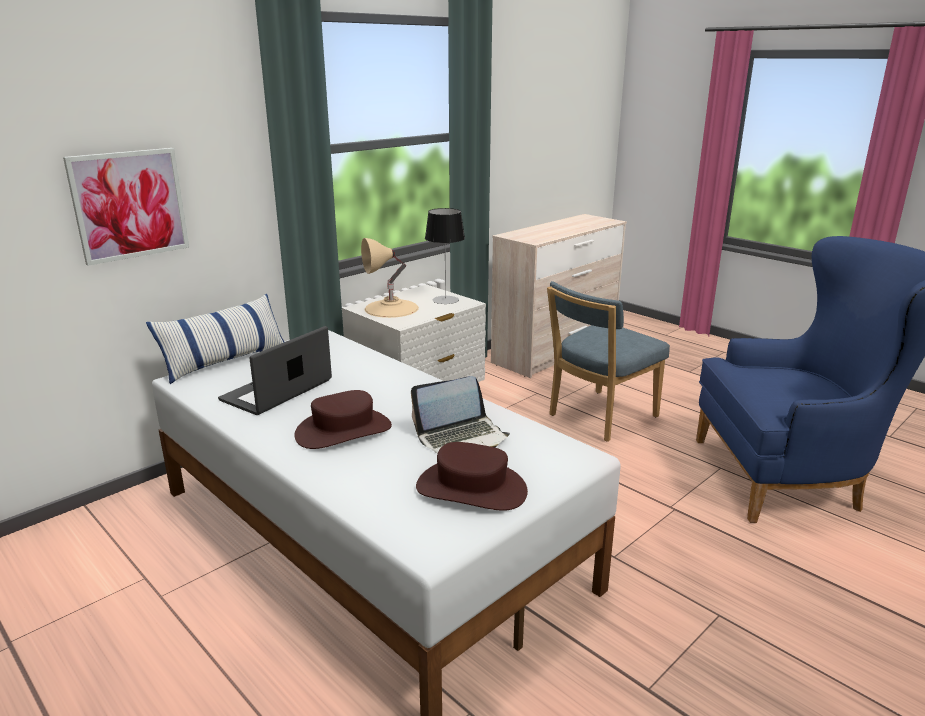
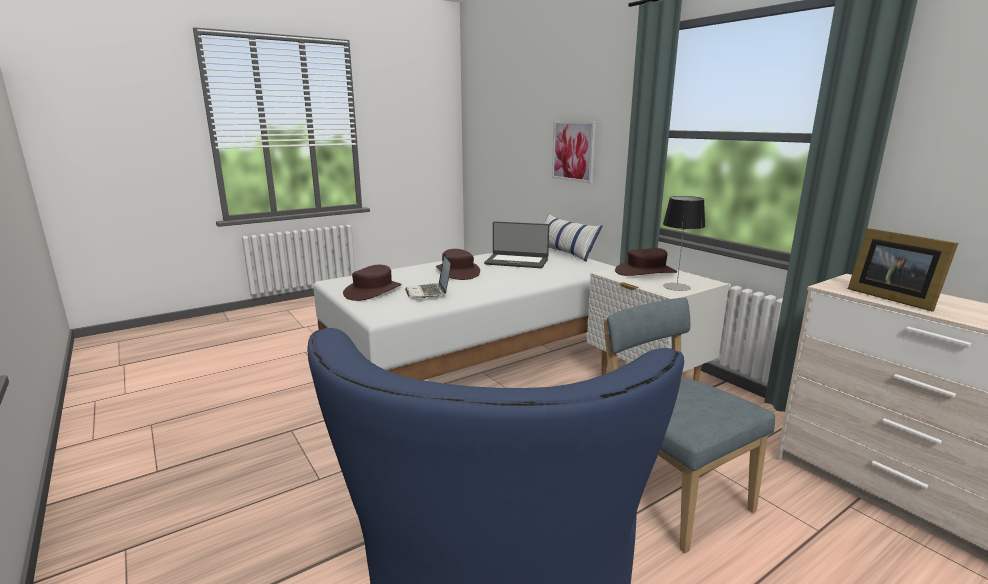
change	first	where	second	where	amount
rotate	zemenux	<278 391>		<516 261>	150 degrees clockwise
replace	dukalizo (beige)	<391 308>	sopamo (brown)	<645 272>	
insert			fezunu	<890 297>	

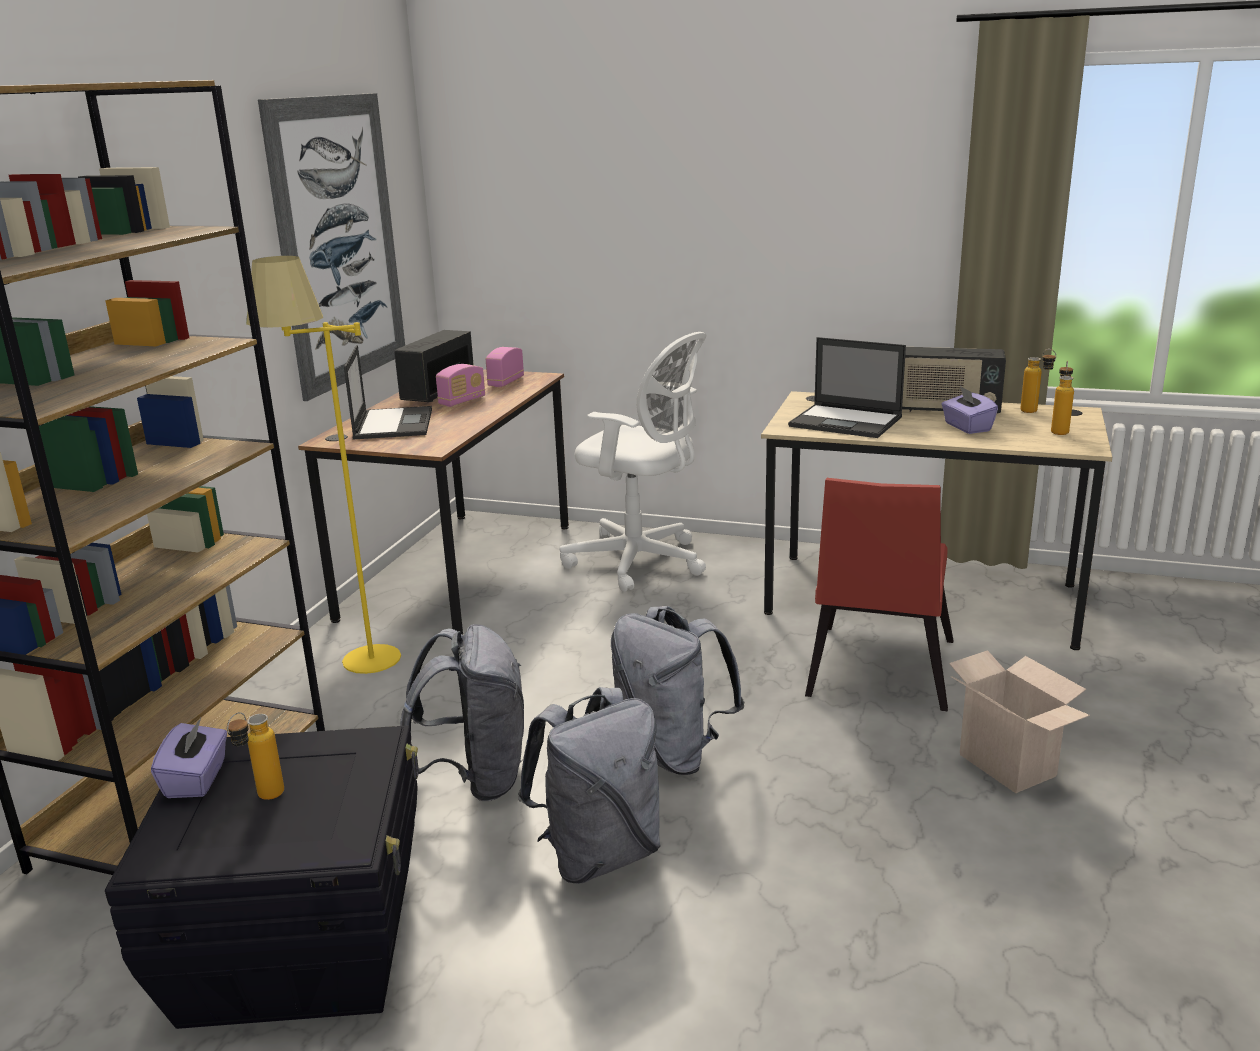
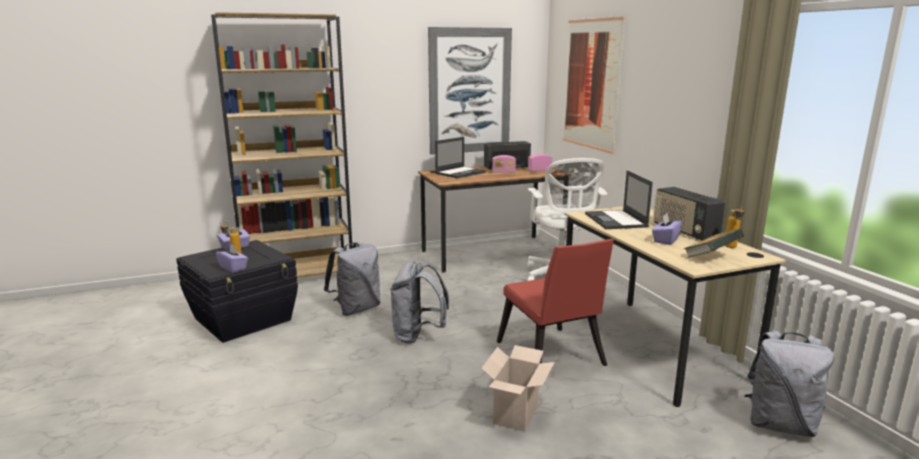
change	first	where	second	where	amount
insert			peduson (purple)	<233 268>	
rotate	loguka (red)	<877 673>		<551 357>	90 degrees counterclockwise
insert			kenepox	<591 84>	
replace	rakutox	<1059 430>	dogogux	<711 257>	
move	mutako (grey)	<599 854>		<780 424>	
delete	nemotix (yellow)	<356 672>			

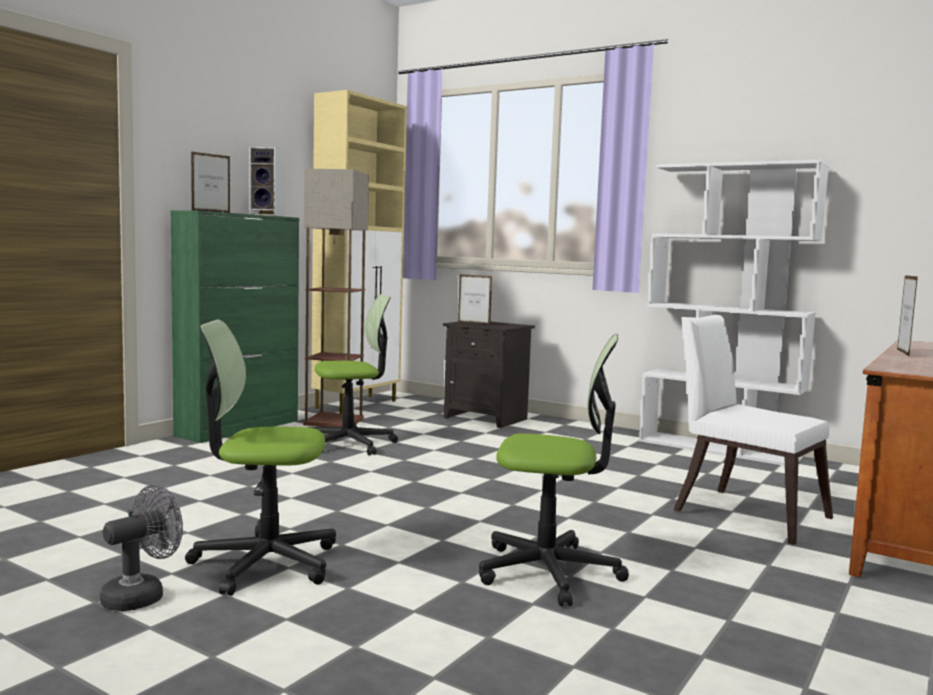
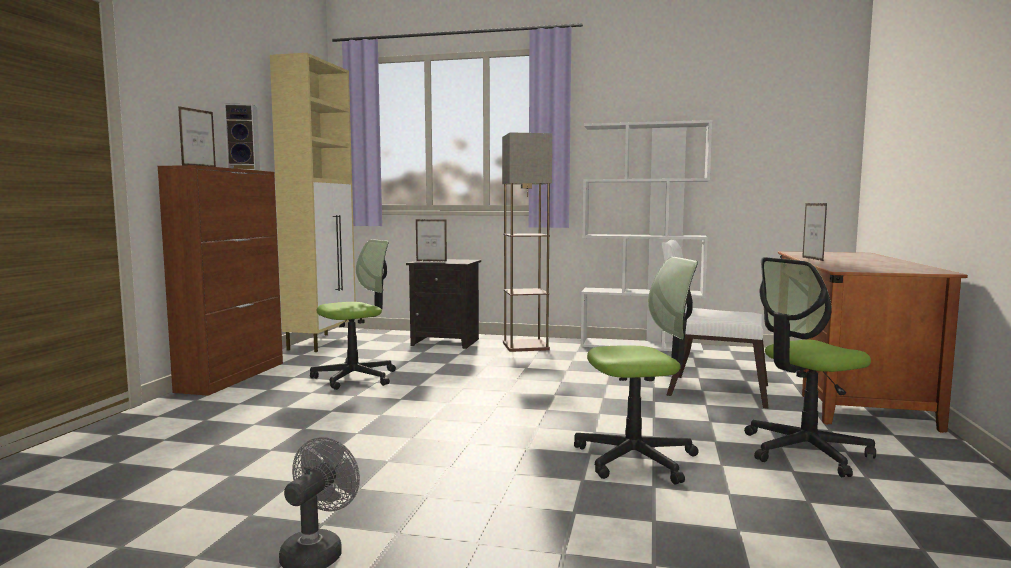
change	first	where	second	where	amount
recolor	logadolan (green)	<239 428>	logadolan (brown)	<233 376>	
move	nemotix	<334 422>		<526 346>	
move	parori	<265 563>		<805 451>	

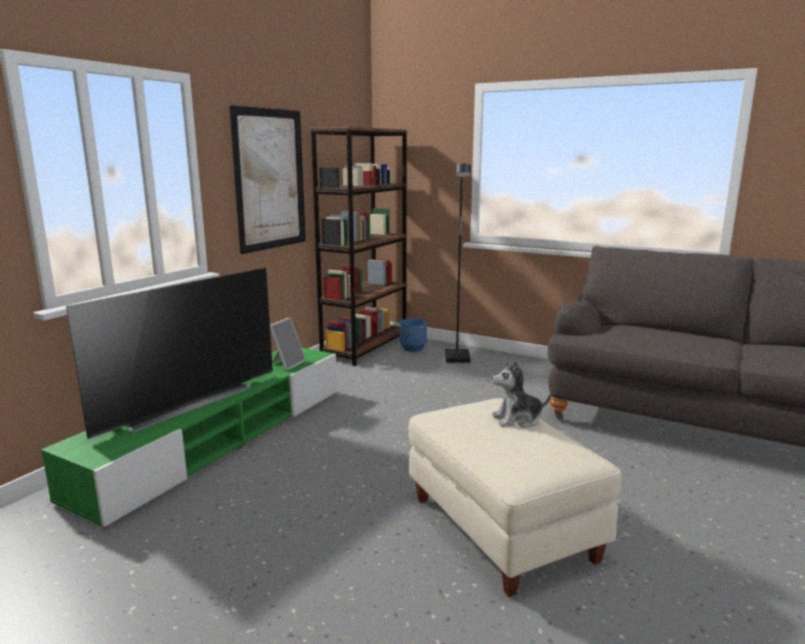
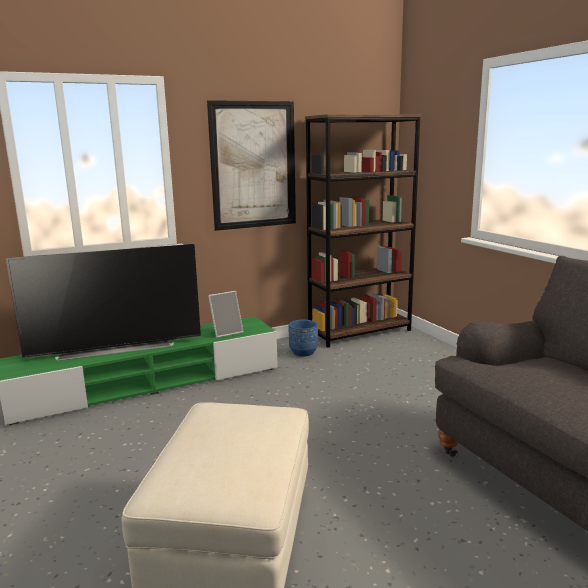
change	first	where	second	where	amount
move	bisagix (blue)	<413 348>		<303 352>	
delete	nemotix (black)	<458 358>			
delete	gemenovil	<518 419>			

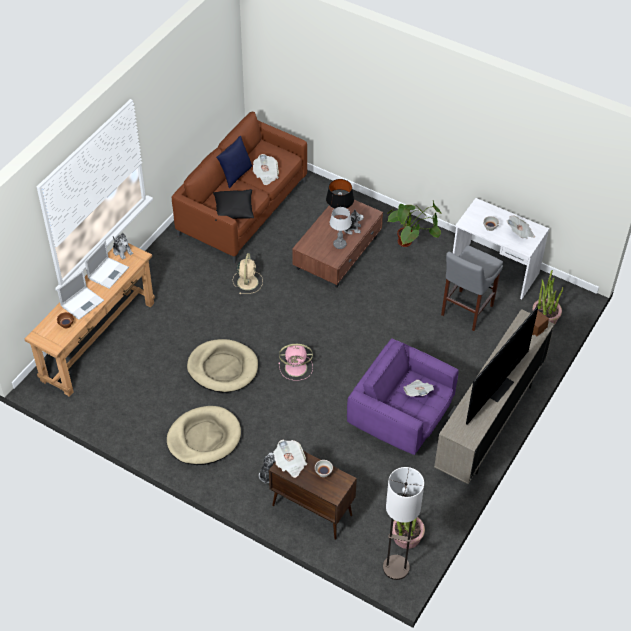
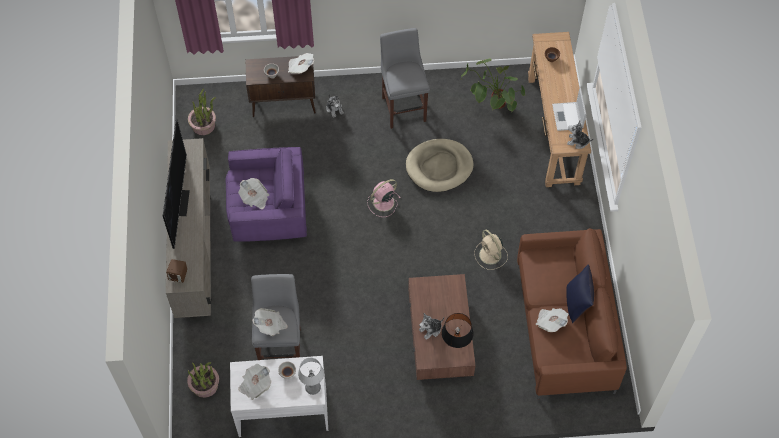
change	first	where	second	where	amount
insert			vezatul	<271 325>	
move	dukalizo	<339 244>		<313 387>	
replace	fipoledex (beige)	<204 438>	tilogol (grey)	<403 107>	
move	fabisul	<411 244>		<491 105>	
delete	zemenux	<83 303>			
delete	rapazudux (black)	<233 211>			
delete	nemotix	<395 568>			

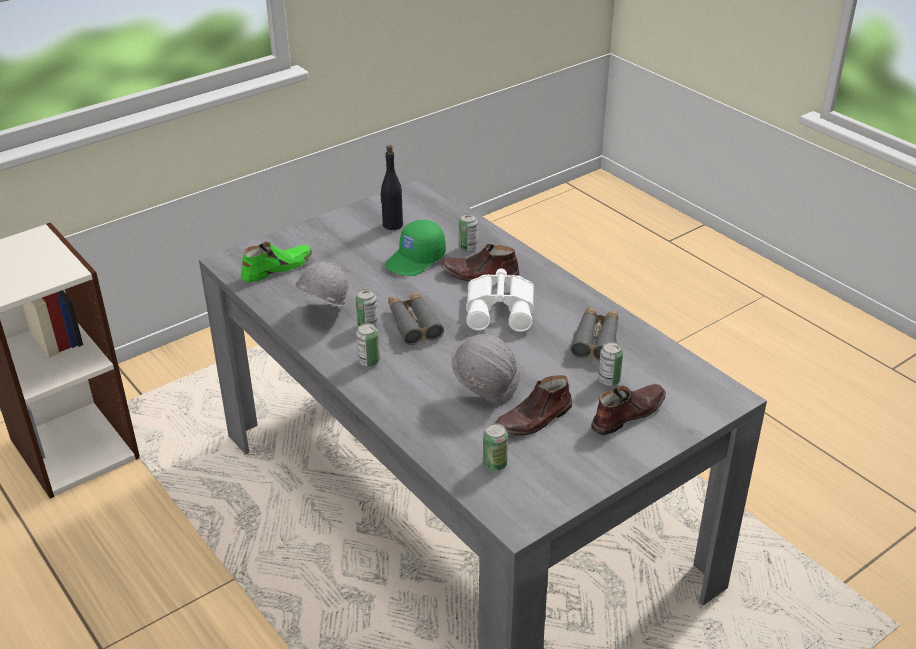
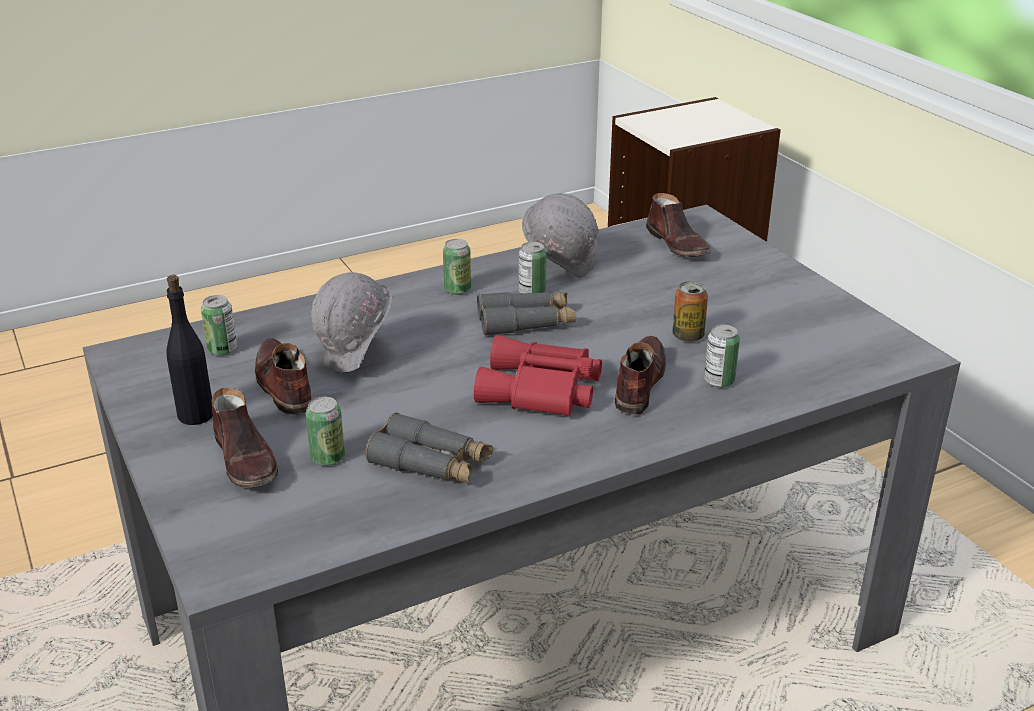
change	first	where	second	where	amount
move	rakutox (black)	<392 225>		<196 415>	
recolor	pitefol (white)	<501 309>	pitefol (red)	<541 391>	
recolor	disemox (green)	<276 268>	disemox (brown)	<678 244>	
replace	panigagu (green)	<416 260>	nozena	<688 336>	

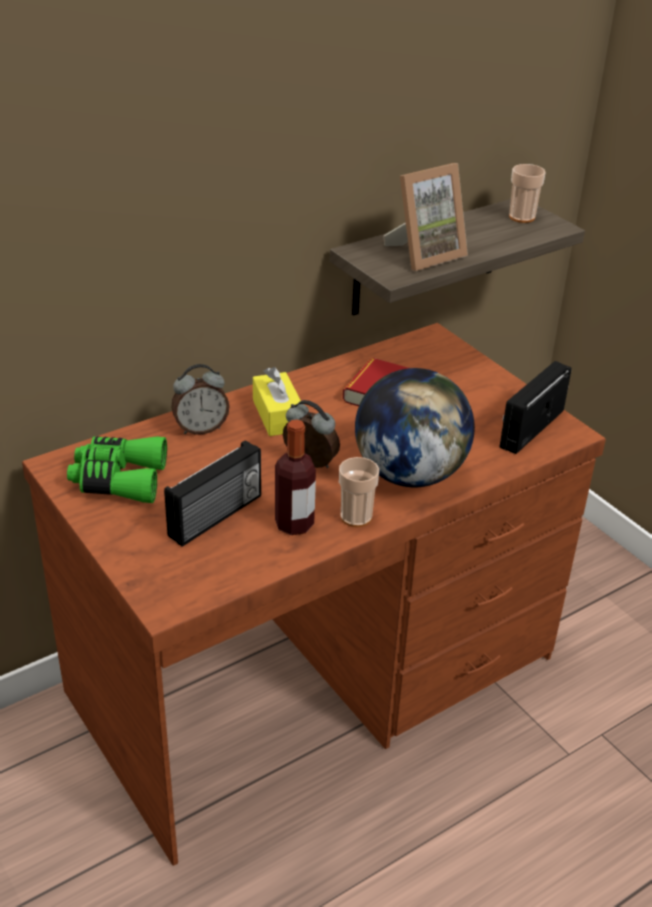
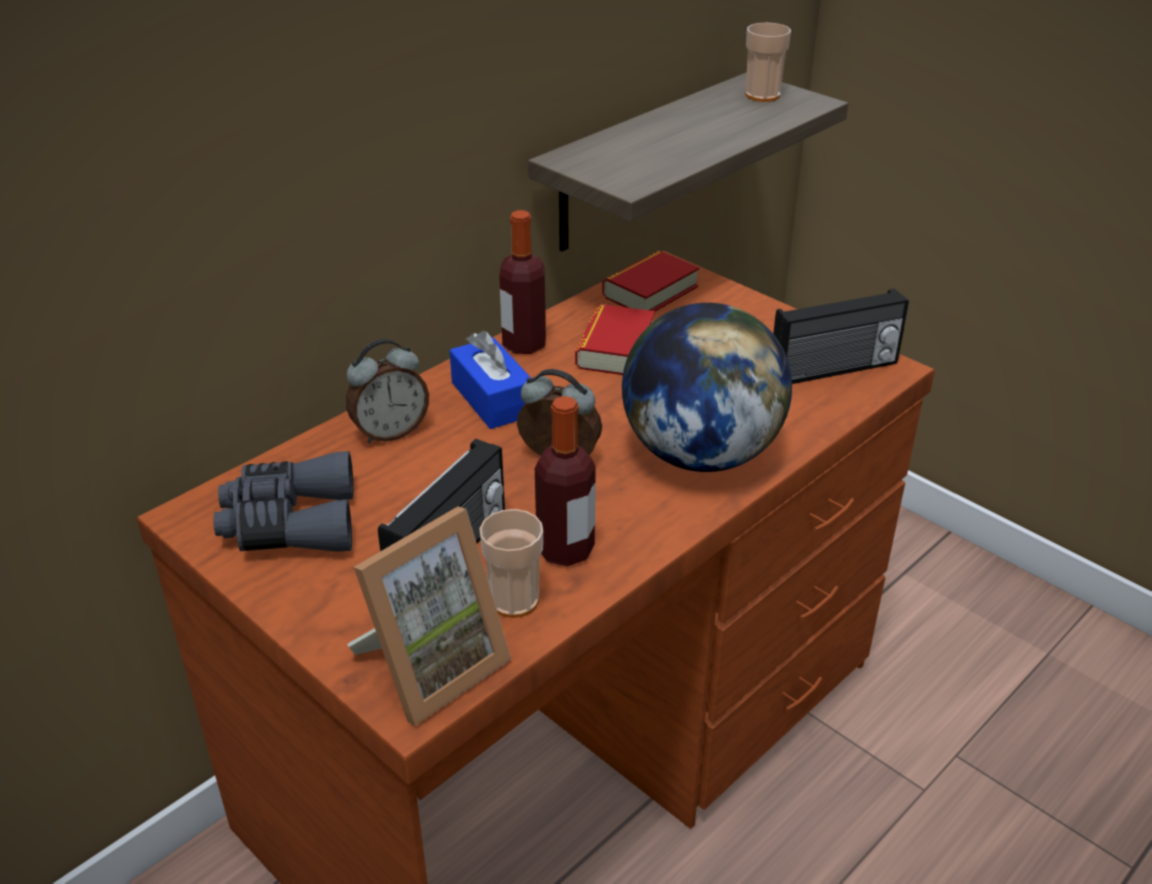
change	first	where	second	where	amount
recolor	pitefol (green)	<118 479>	pitefol (grey)	<290 523>	
move	fezunu	<424 254>		<431 666>	
recolor	peduson (yellow)	<277 415>	peduson (blue)	<492 399>	
move	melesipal	<356 517>		<514 600>	
insert			rakutox	<524 344>	
insert			dogogux	<650 291>	
rotate	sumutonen	<530 428>		<834 369>	135 degrees counterclockwise

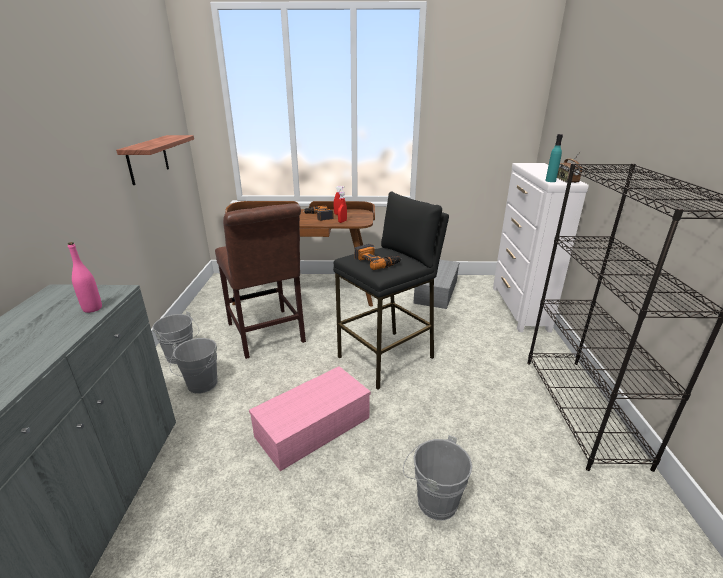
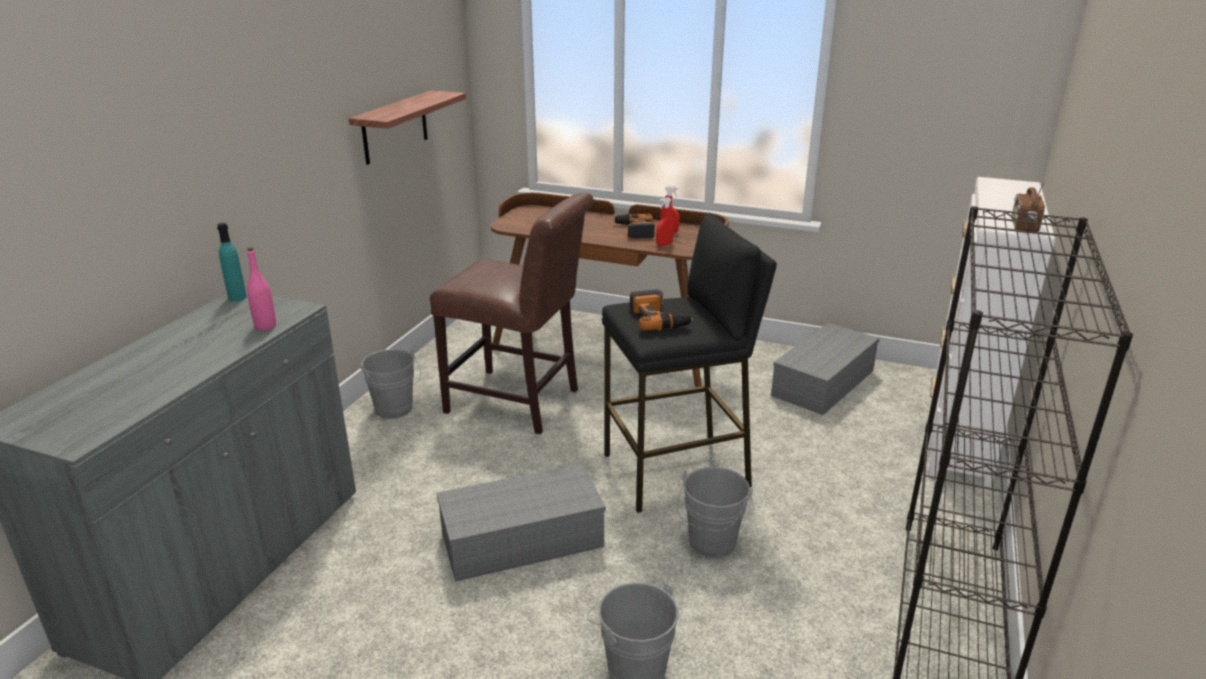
change	first	where	second	where	amount
move	rakutox (turquoise)	<550 181>		<237 298>	
rotate	loguka (brown)	<266 335>		<519 403>	60 degrees counterclockwise
recolor	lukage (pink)	<314 425>	lukage (grey)	<524 538>	
move	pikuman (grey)	<201 386>		<710 545>	

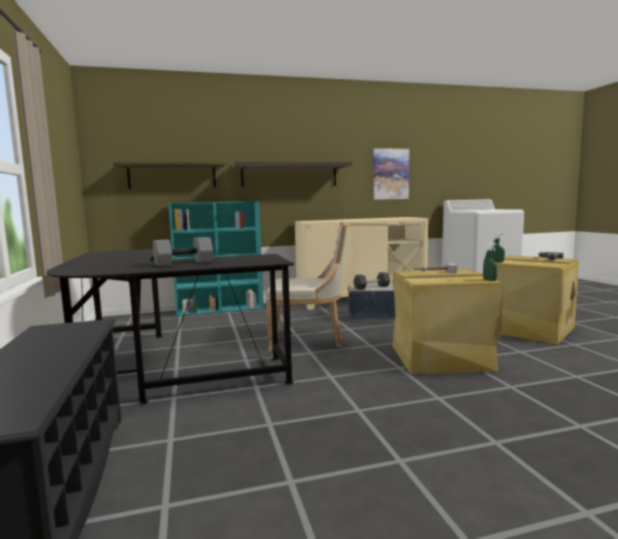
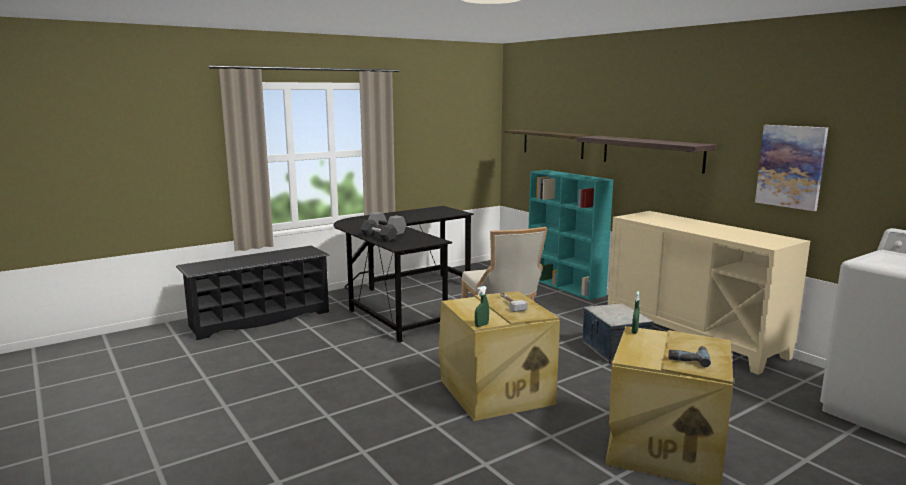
change	first	where	second	where	amount
move	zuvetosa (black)	<371 287>		<379 238>	

